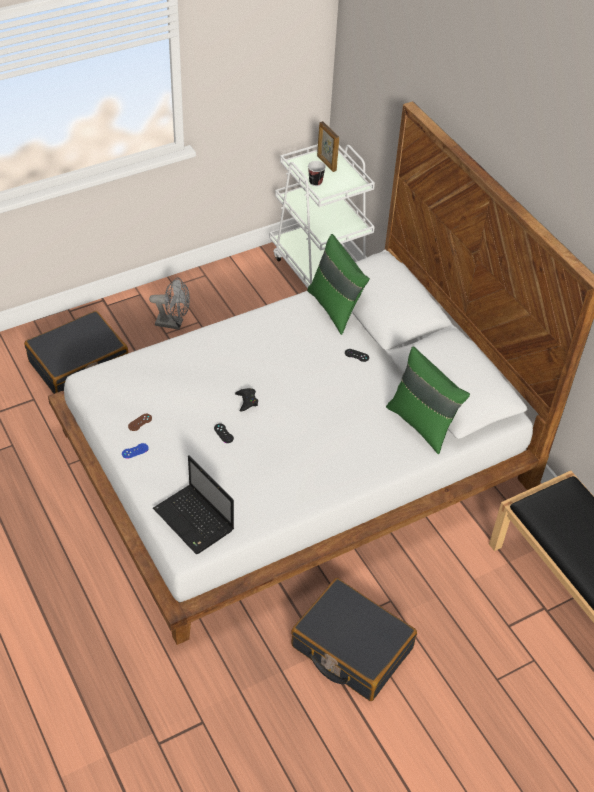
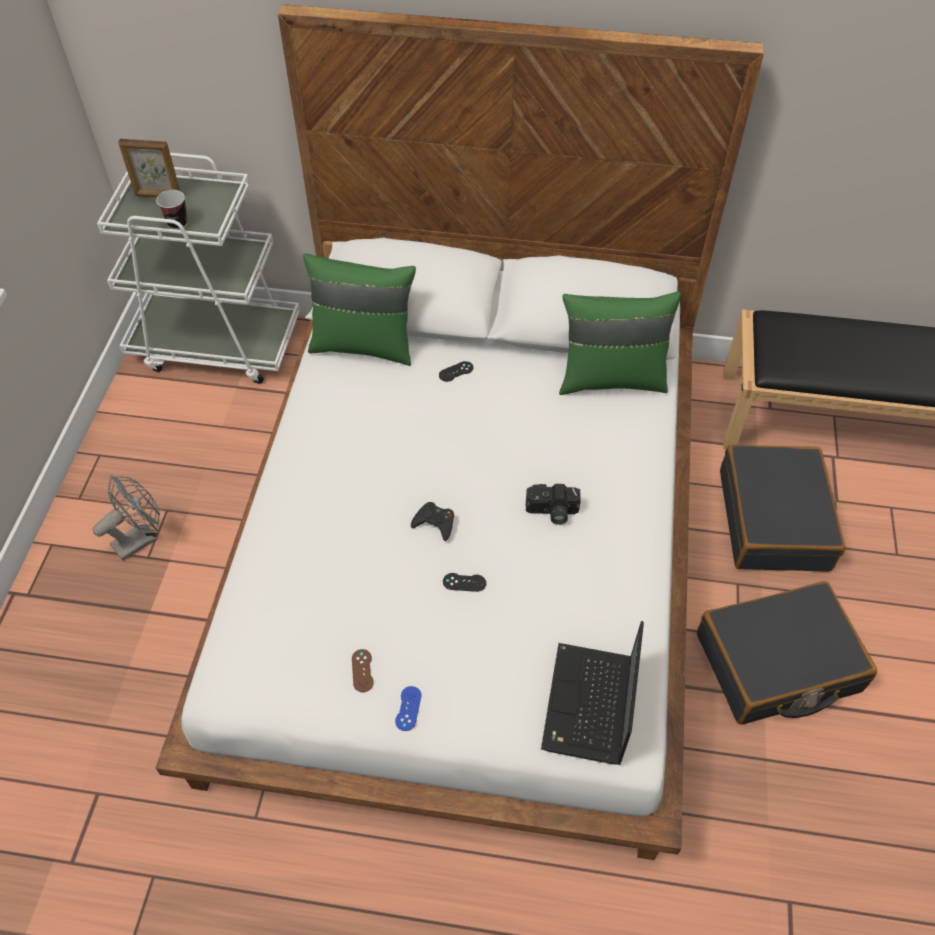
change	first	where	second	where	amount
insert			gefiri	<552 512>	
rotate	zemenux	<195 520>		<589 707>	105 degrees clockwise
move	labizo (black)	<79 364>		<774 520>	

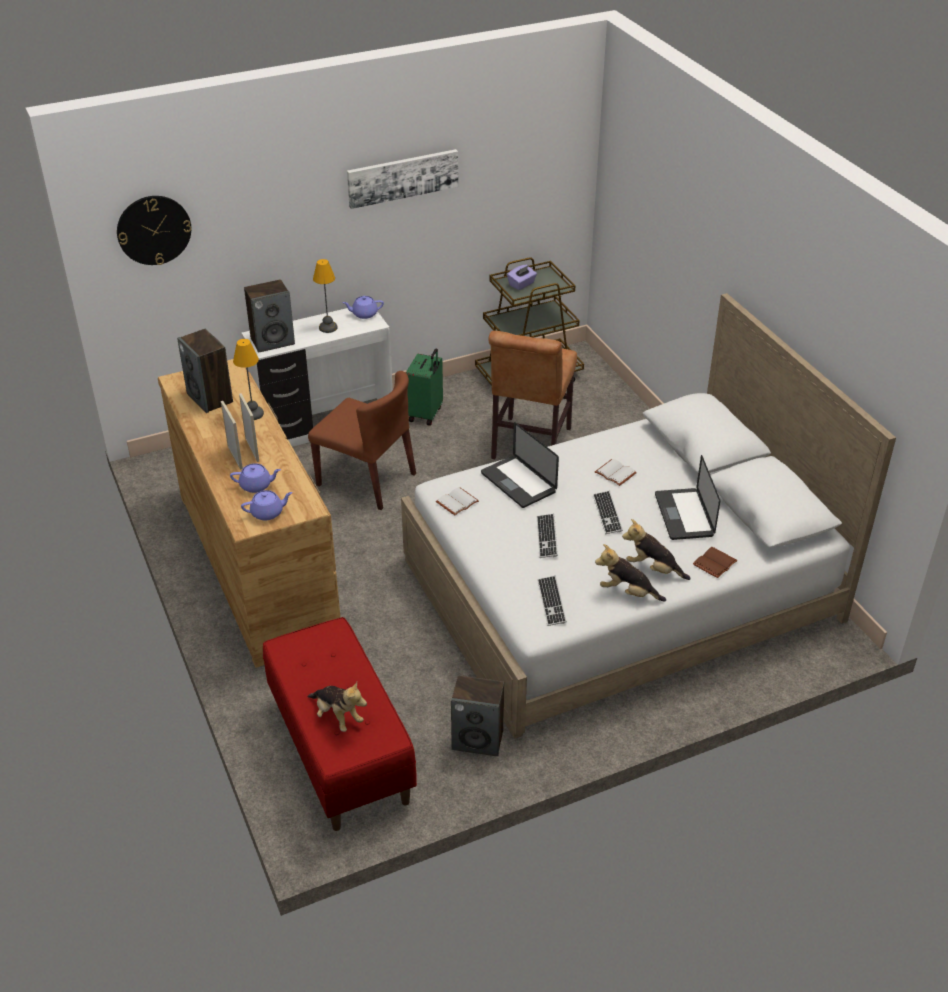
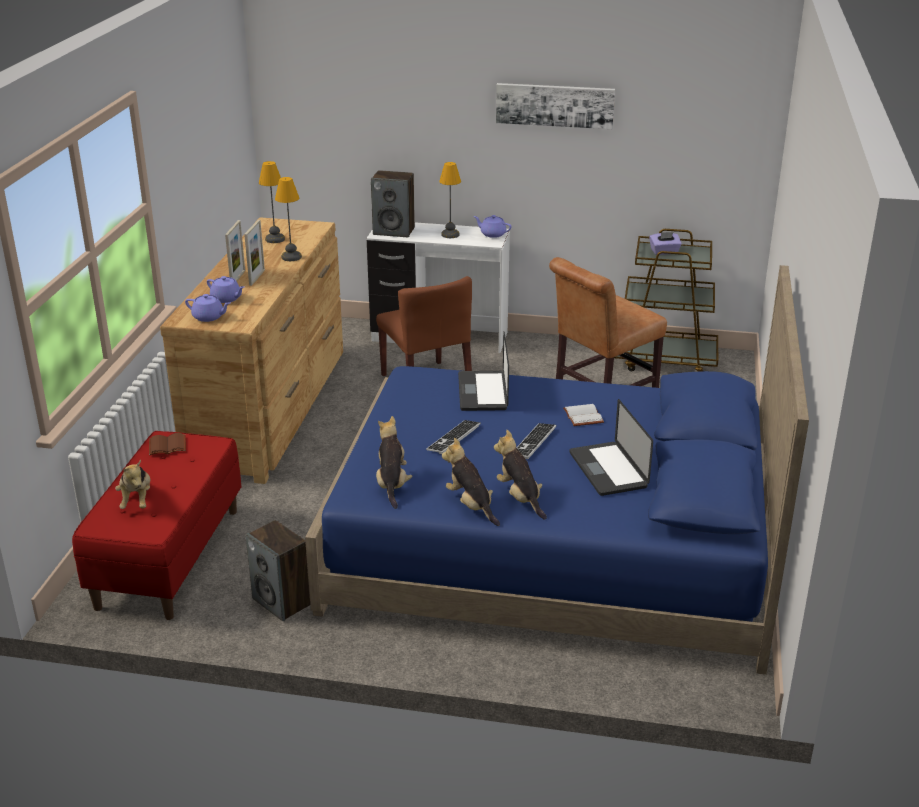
change	first	where	second	where	amount
move	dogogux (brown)	<715 564>		<167 446>	
replace	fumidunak	<210 398>	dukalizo	<275 239>	
recolor	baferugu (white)	<620 589>	baferugu (blue)	<552 547>	
replace	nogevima	<551 602>	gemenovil	<392 484>	
rotate	zemenux	<684 515>		<608 470>	45 degrees counterclockwise
delete	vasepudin	<154 230>			
delete	labizo (green)	<426 414>			
delete	dogogux (white)	<457 501>			

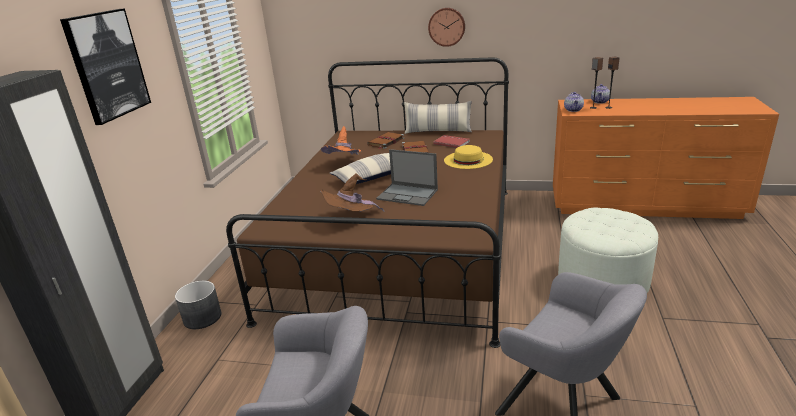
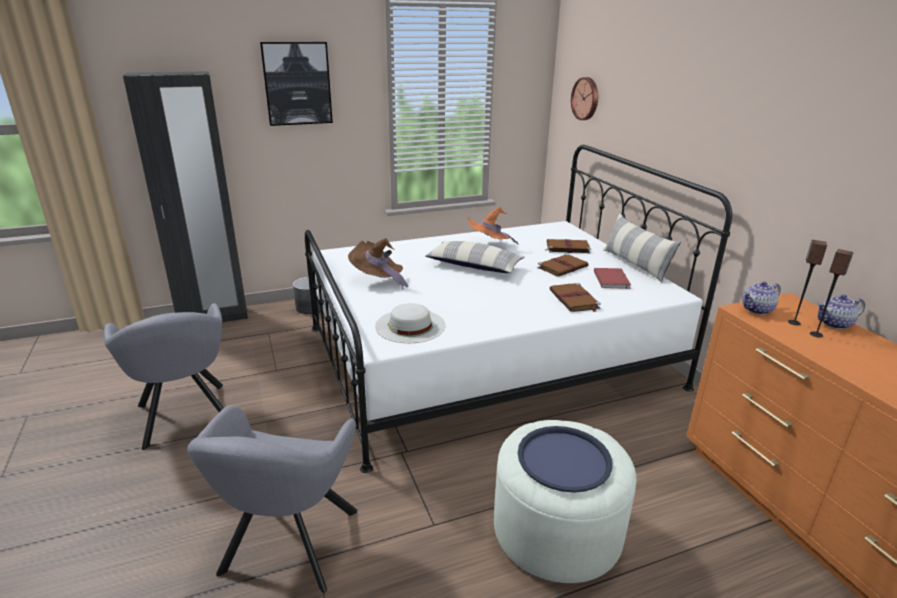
change	first	where	second	where	amount
recolor	baferugu (brown)	<400 247>	baferugu (white)	<487 356>	
insert			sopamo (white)	<410 325>	
insert			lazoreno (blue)	<564 459>	
replace	sopamo (yellow)	<468 160>	dogogux (brown)	<574 300>	
move	vasepudin	<447 27>		<586 98>	
delete	zemenux	<408 194>			

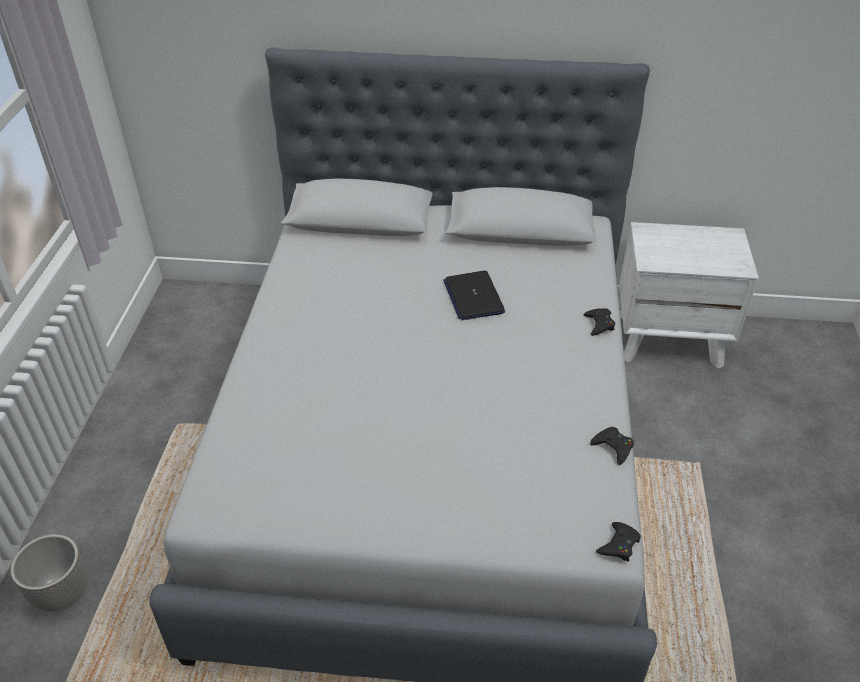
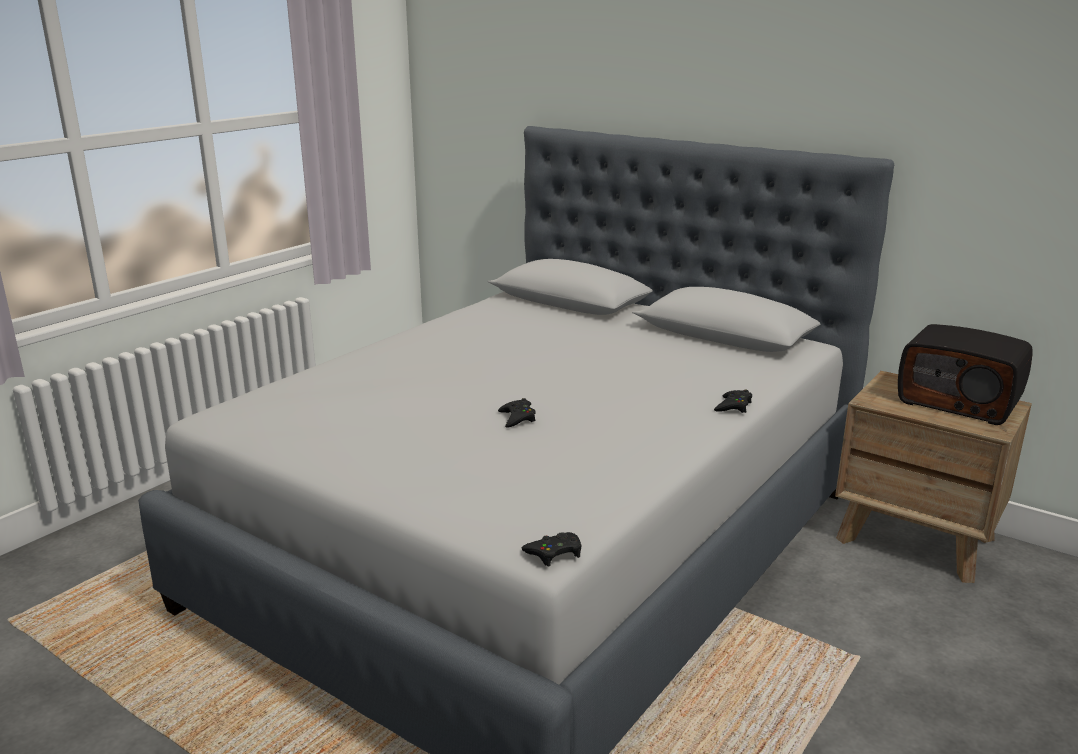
change	first	where	second	where	amount
move	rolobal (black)	<613 447>		<517 418>	
recolor	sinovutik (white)	<669 339>	sinovutik (brown)	<916 539>	
insert			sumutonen	<959 402>	
delete	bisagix	<62 595>			
delete	zemenux	<473 296>			

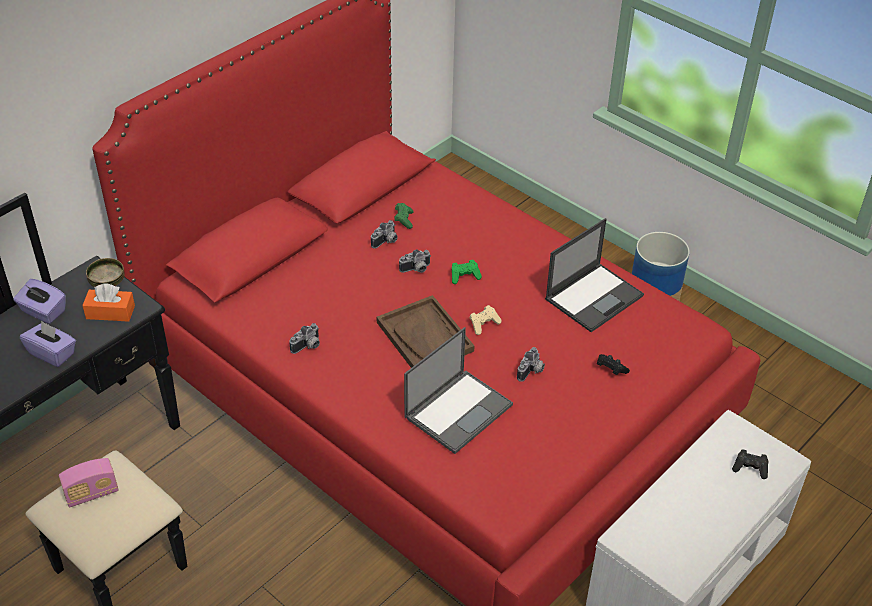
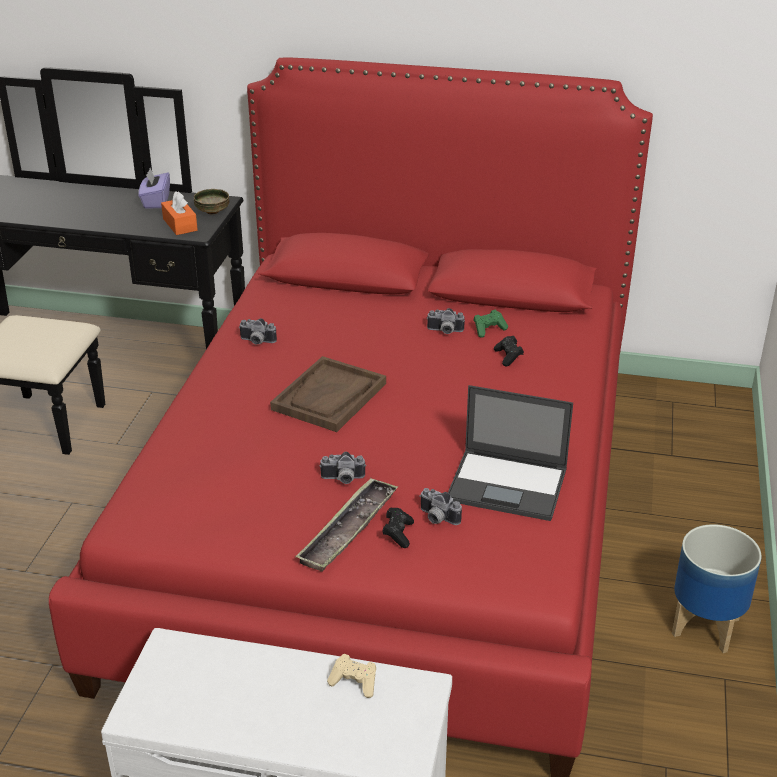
change	first	where	second	where	amount
insert			lazoreno	<348 530>	
move	rolobal (beige)	<484 324>		<354 682>	
move	gefiri	<416 270>		<436 518>	
move	rolobal (black)	<750 468>		<508 357>	
delete	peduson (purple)	<52 353>			
delete	sumutonen	<92 493>			
delete	zemenux	<459 410>			
delete	rolobal (green)	<464 276>			

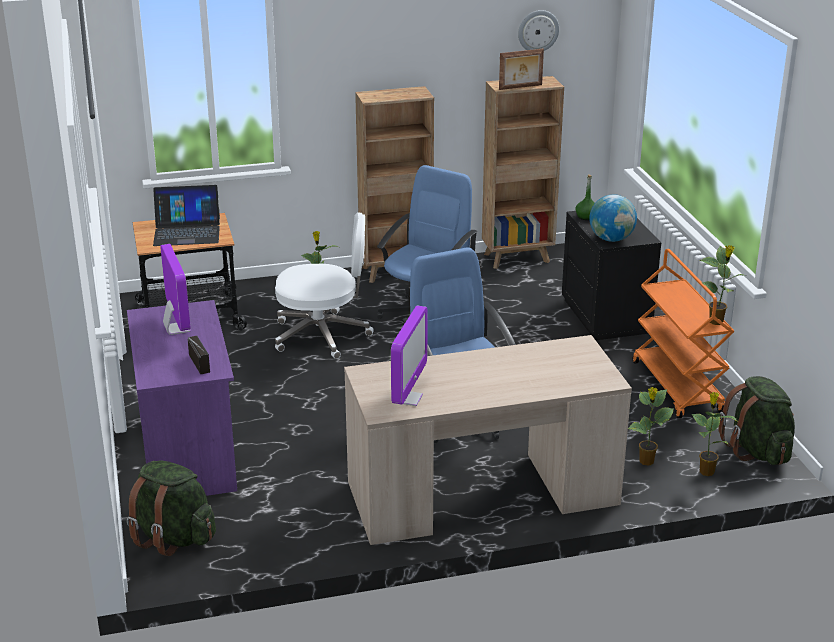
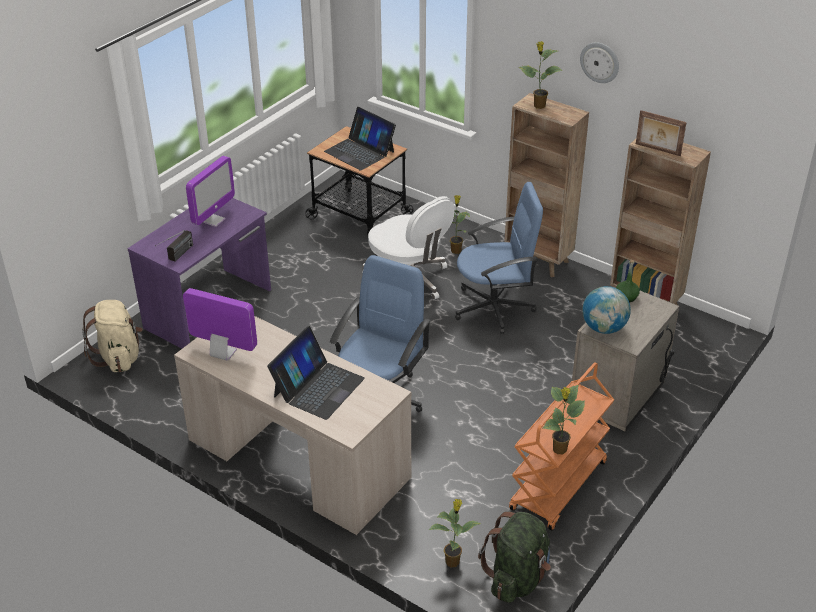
change	first	where	second	where	amount
recolor	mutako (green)	<173 537>	mutako (beige)	<119 357>	
rotate	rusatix	<407 398>		<223 353>	135 degrees counterclockwise
insert			zemenux	<318 387>	
move	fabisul	<646 462>		<538 106>	
recolor	sinovutik (black)	<607 316>	sinovutik (beige)	<619 395>	
move	vasepudin	<538 31>		<600 62>	

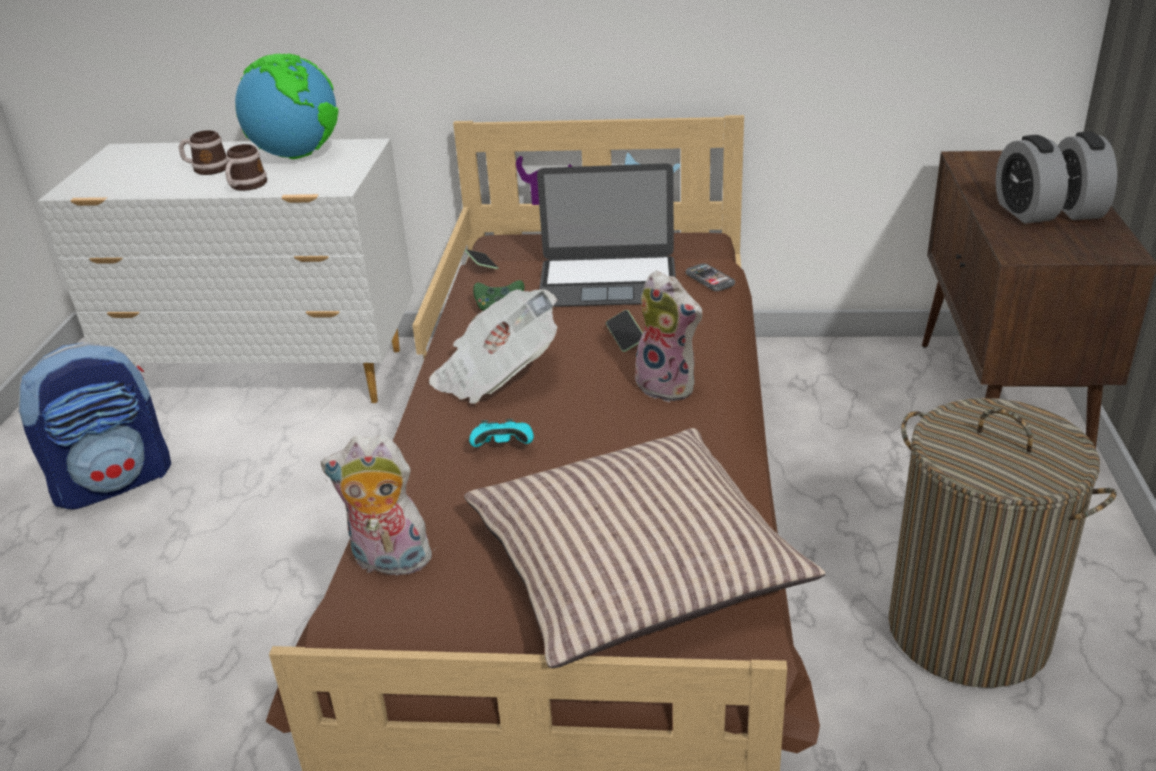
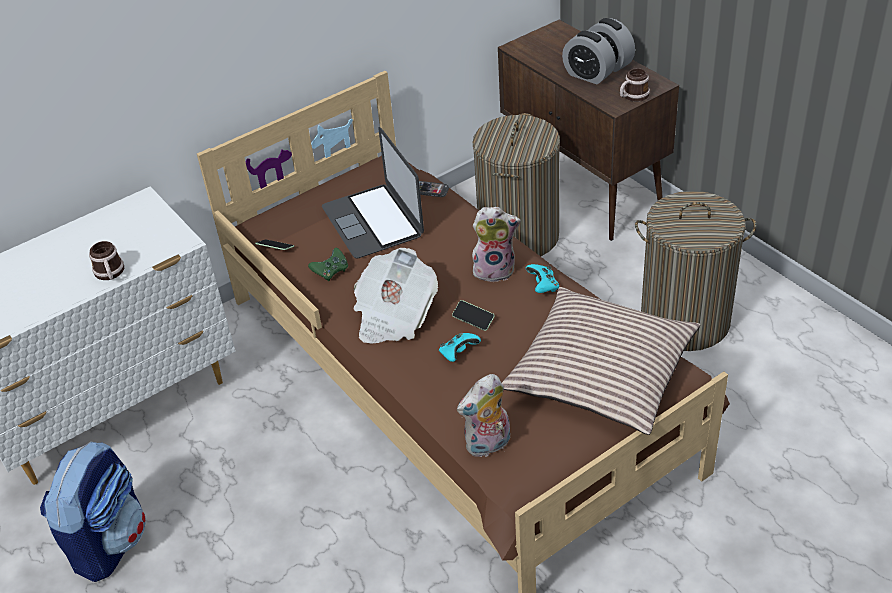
change	first	where	second	where	amount
rotate	zemenux	<608 281>		<373 221>	105 degrees clockwise
move	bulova	<625 337>		<473 319>	
insert			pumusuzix	<518 236>	
insert			rolobal (turquoise)	<543 286>	
move	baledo	<206 169>		<632 97>	
delete	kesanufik	<296 155>			

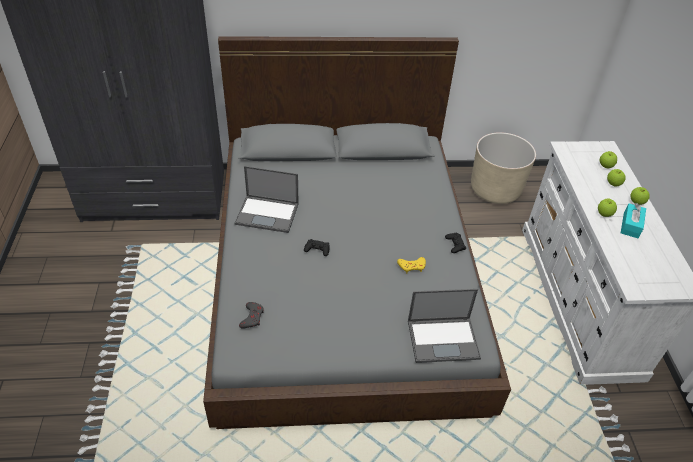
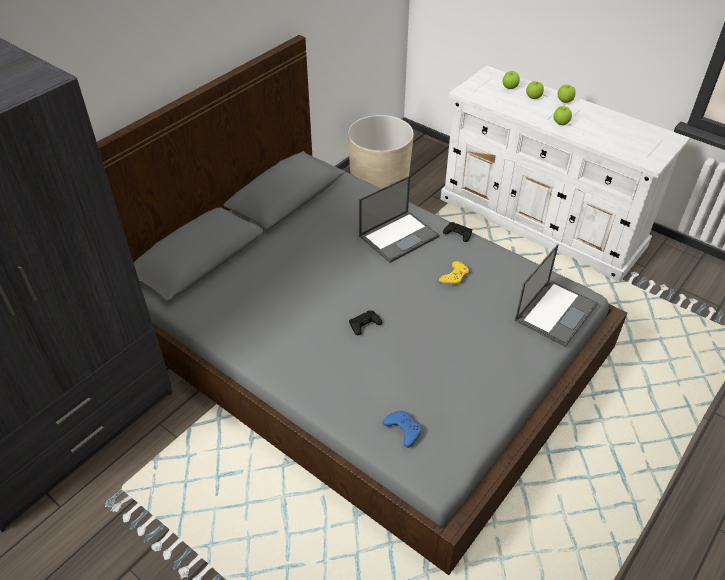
change	first	where	second	where	amount
move	zemenux	<268 214>		<399 236>	
recolor	rolobal (grey)	<252 317>	rolobal (blue)	<403 429>	
delete	peduson (turquoise)	<630 225>			

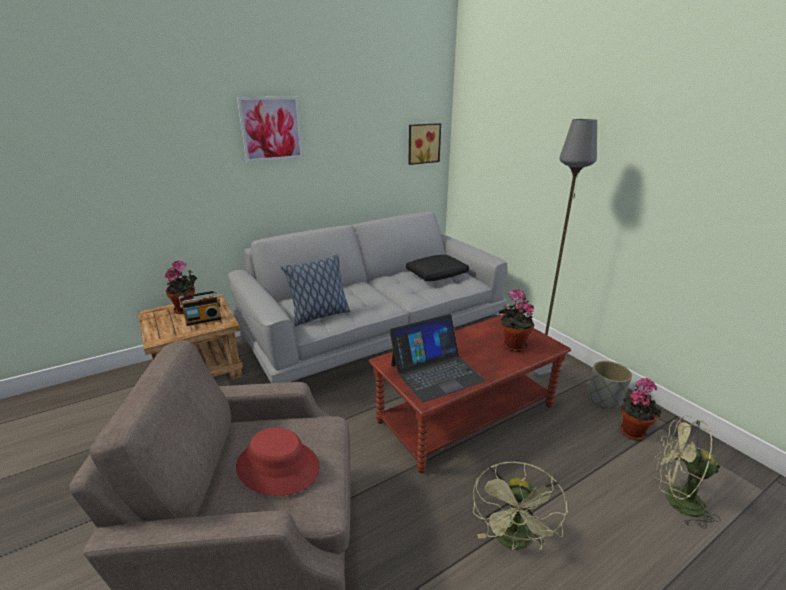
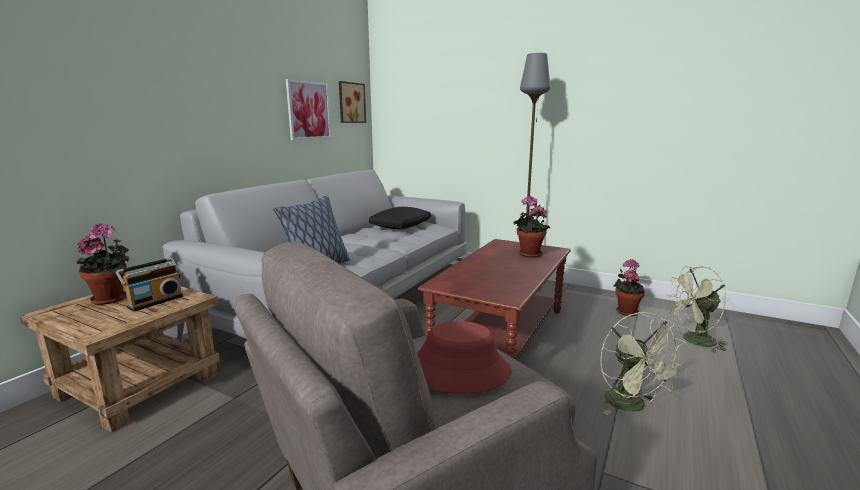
change	first	where	second	where	amount
move	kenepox	<271 129>		<308 110>	
delete	zemenux	<436 372>			
delete	bisagix (grey)	<604 399>			

